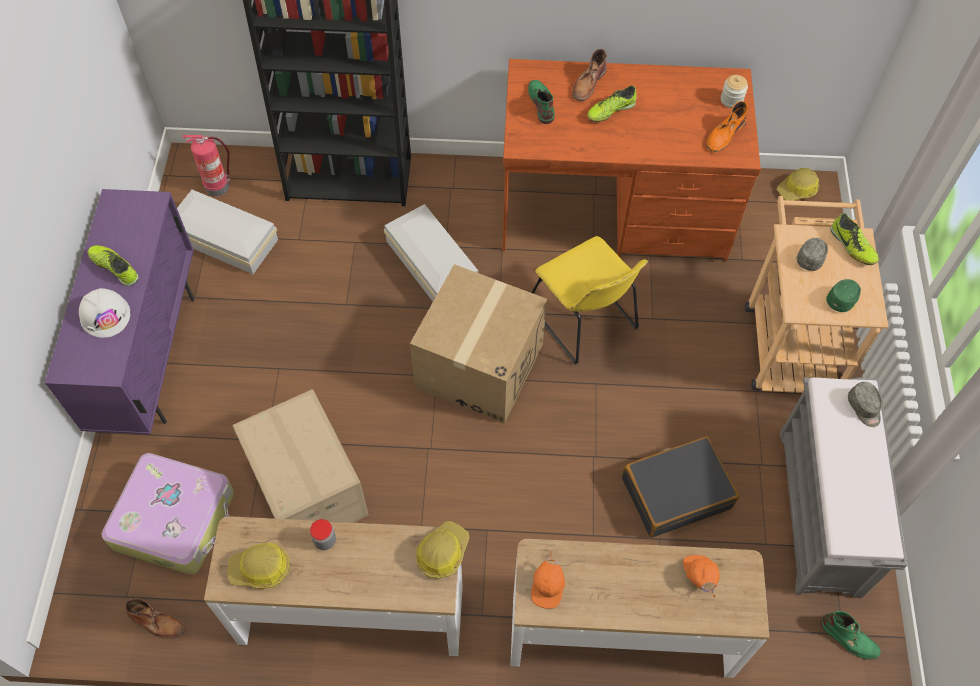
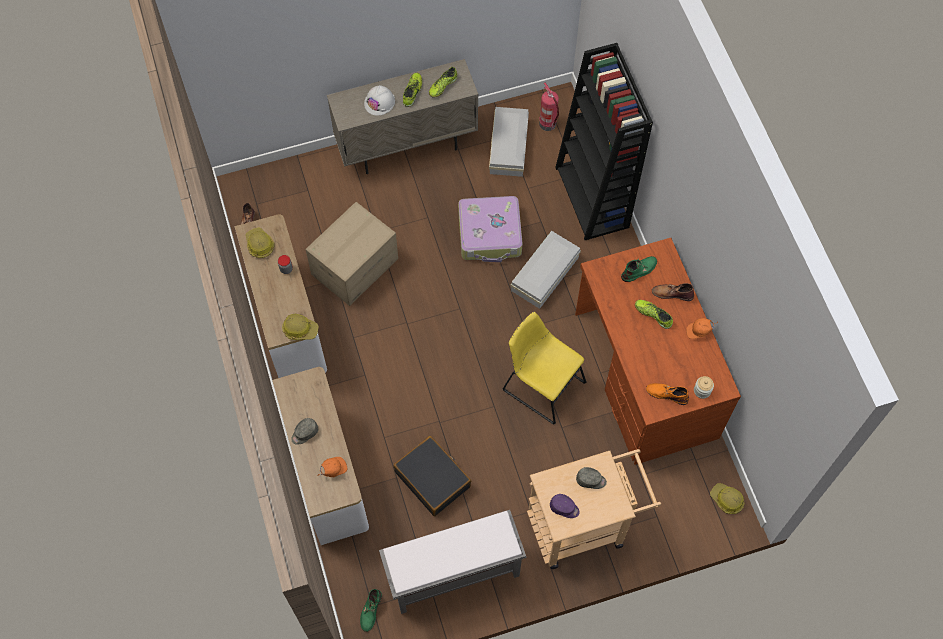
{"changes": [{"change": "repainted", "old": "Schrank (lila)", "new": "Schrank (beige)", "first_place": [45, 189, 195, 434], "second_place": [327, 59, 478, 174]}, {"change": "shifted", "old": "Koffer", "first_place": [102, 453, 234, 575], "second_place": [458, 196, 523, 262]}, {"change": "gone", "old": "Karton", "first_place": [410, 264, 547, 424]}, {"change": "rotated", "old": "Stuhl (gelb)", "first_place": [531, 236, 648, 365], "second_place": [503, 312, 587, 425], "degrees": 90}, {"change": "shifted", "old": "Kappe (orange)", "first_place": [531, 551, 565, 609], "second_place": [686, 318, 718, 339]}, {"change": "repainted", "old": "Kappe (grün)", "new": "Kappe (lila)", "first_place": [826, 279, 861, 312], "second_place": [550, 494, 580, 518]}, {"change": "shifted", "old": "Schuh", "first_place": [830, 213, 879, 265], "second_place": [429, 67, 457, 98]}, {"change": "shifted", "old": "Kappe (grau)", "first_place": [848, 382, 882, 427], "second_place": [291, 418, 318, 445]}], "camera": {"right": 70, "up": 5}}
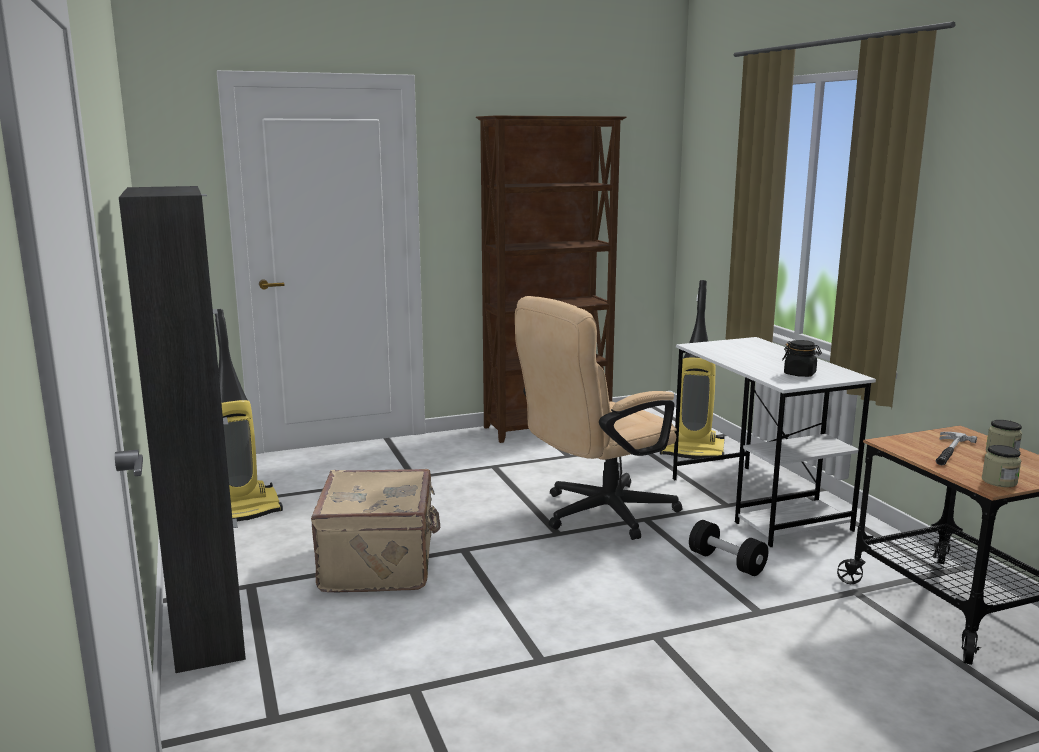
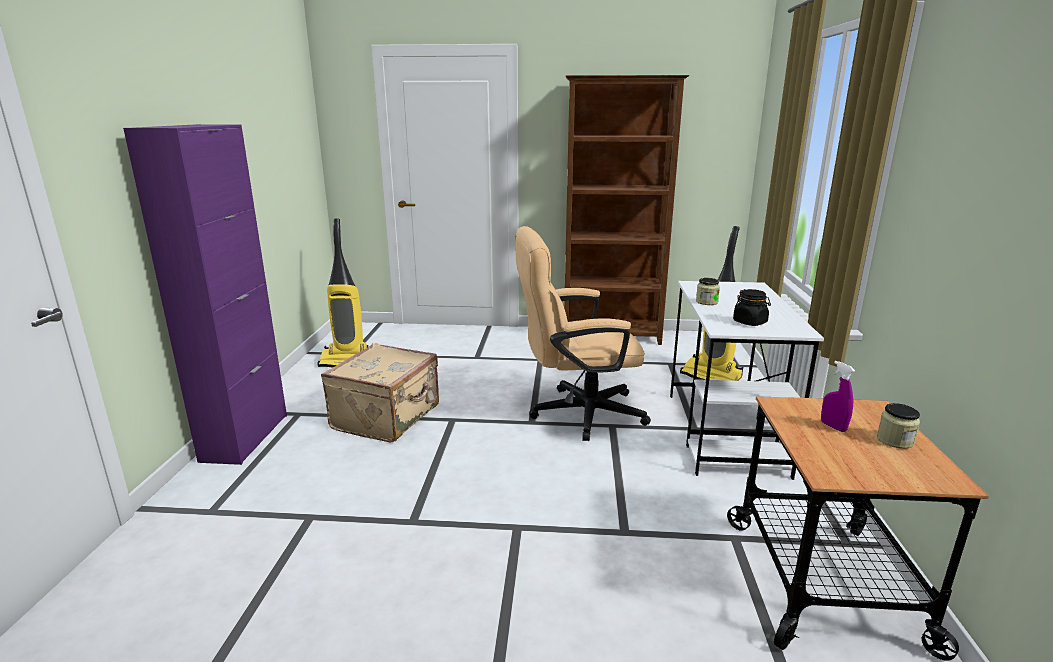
{"changes": [{"change": "repainted", "old": "Schrank (schwarz)", "new": "Schrank (lila)", "first_place": [119, 186, 246, 673], "second_place": [123, 124, 287, 465]}, {"change": "gone", "old": "Hantel (schwarz)", "first_place": [689, 520, 768, 576]}, {"change": "swapped", "old": "Hammer", "new": "Sprühflasche (lila)", "first_place": [936, 432, 977, 465], "second_place": [821, 361, 855, 432]}, {"change": "shifted", "old": "Vorratsglas", "first_place": [982, 445, 1021, 487], "second_place": [696, 278, 720, 305]}], "camera": {"right": 25, "up": 5}}
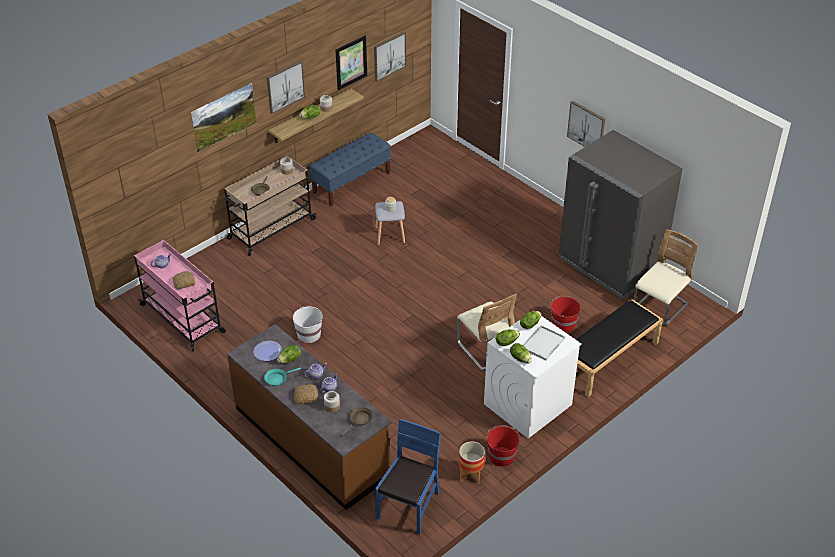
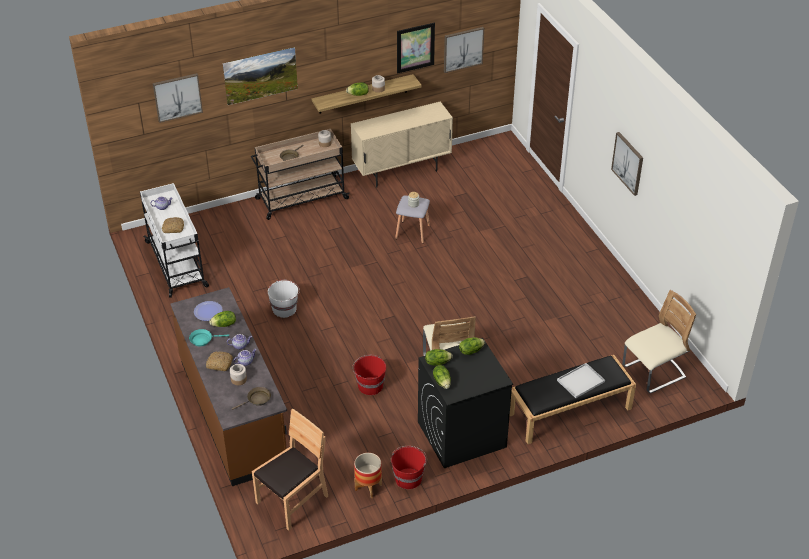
{"changes": [{"change": "repainted", "old": "Rollwagen (rosa)", "new": "Rollwagen (weiß)", "first_place": [134, 240, 226, 352], "second_place": [140, 183, 209, 298]}, {"change": "shifted", "old": "Bild", "first_place": [267, 61, 305, 114], "second_place": [153, 73, 203, 123]}, {"change": "swapped", "old": "Bank (blau)", "new": "Schrank (beige)", "first_place": [309, 132, 391, 207], "second_place": [351, 102, 453, 187]}, {"change": "repainted", "old": "Stuhl (blau)", "new": "Stuhl (braun)", "first_place": [375, 419, 441, 535], "second_place": [252, 409, 328, 531]}, {"change": "repainted", "old": "Waschmaschine (weiß)", "new": "Waschmaschine (schwarz)", "first_place": [484, 310, 582, 439], "second_place": [418, 338, 513, 468]}, {"change": "shifted", "old": "Tablett (weiß)", "first_place": [523, 325, 565, 361], "second_place": [557, 363, 605, 398]}, {"change": "shifted", "old": "Eimer (rot)", "first_place": [549, 296, 581, 333], "second_place": [352, 355, 386, 395]}, {"change": "gone", "old": "Kühlschrank (grau)", "first_place": [559, 130, 682, 299]}], "camera": {"right": 20, "up": 0}}
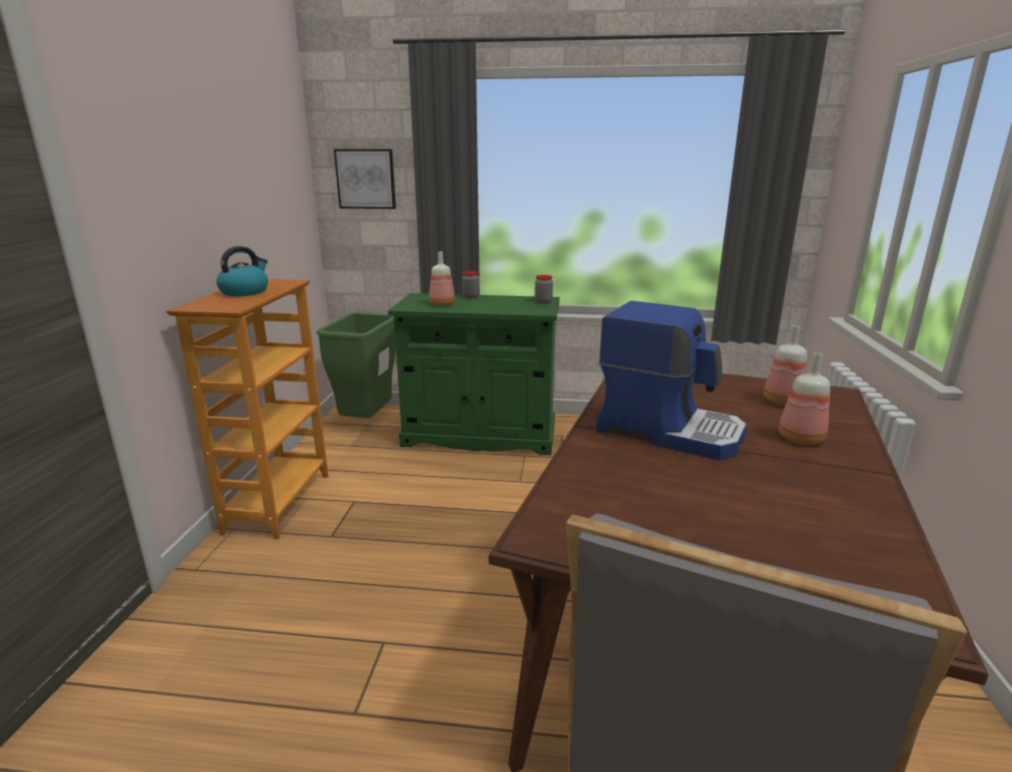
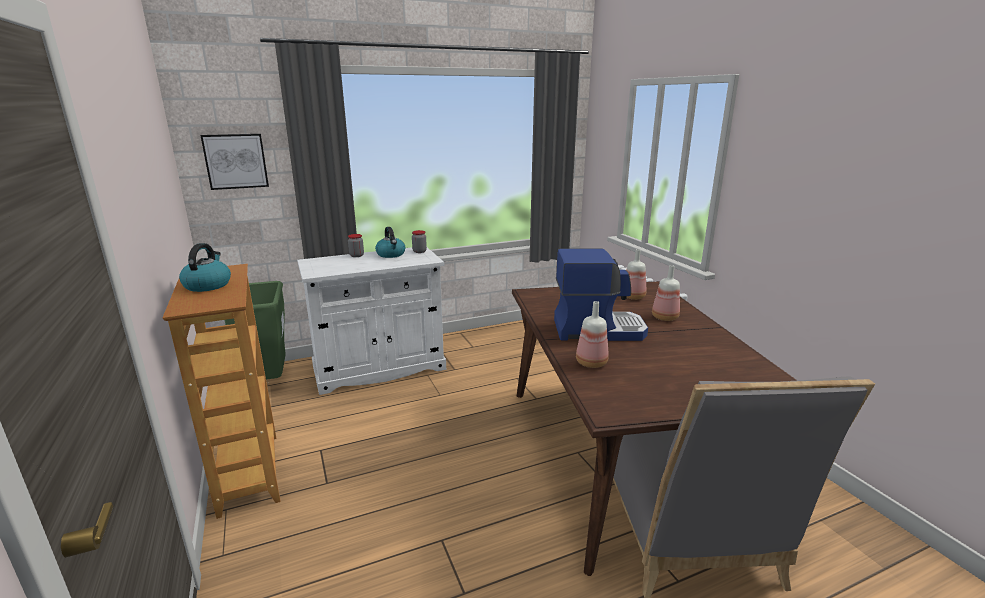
{"changes": [{"change": "repainted", "old": "Schrank (grün)", "new": "Schrank (weiß)", "first_place": [388, 293, 560, 455], "second_place": [297, 247, 446, 395]}, {"change": "shifted", "old": "Flasche", "first_place": [429, 251, 455, 306], "second_place": [576, 301, 609, 368]}, {"change": "new", "new": "Wasserkessel", "second_place": [375, 227, 405, 258]}], "camera": {"right": -30, "up": 0}}
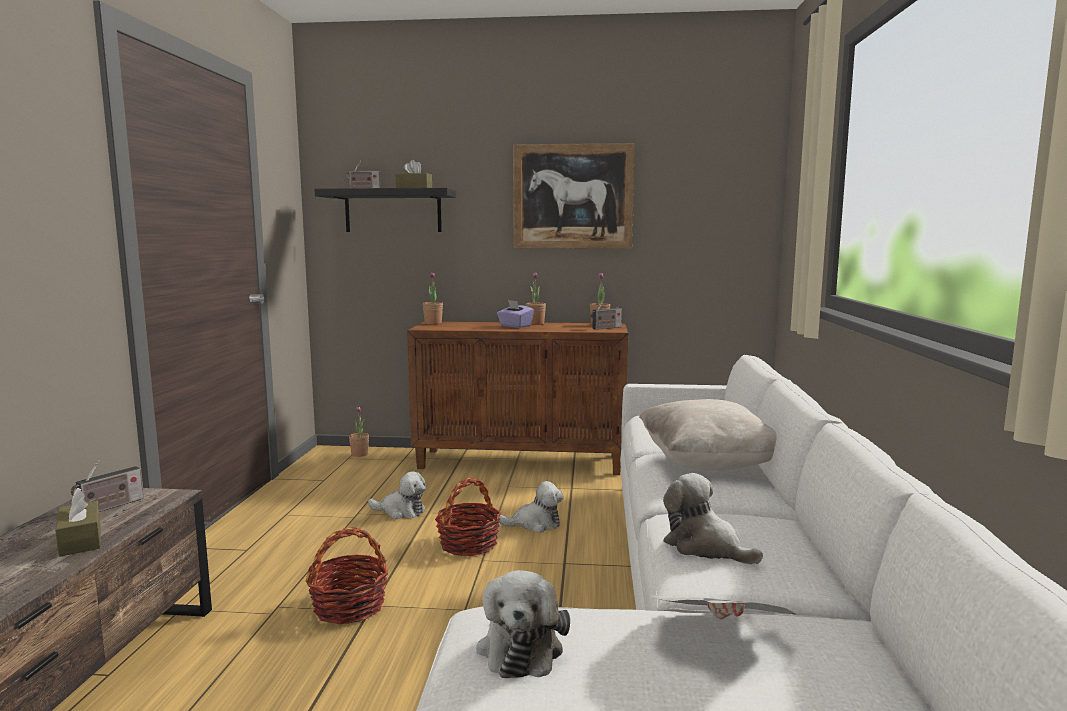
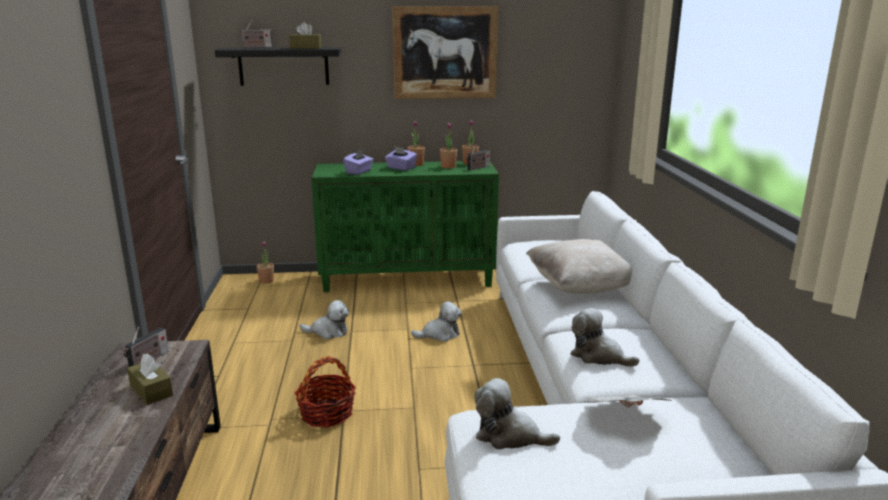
{"changes": [{"change": "repainted", "old": "Schrank (braun)", "new": "Schrank (grün)", "first_place": [407, 321, 628, 475], "second_place": [312, 161, 499, 292]}, {"change": "shifted", "old": "Topfpflanze", "first_place": [423, 272, 443, 324], "second_place": [440, 123, 457, 169]}, {"change": "gone", "old": "Korb", "first_place": [435, 478, 501, 556]}, {"change": "rotated", "old": "Plüschtier", "first_place": [476, 570, 570, 678], "second_place": [474, 378, 560, 449], "degrees": 120}, {"change": "new", "new": "Taschentuchbox (lila)", "second_place": [343, 149, 374, 175]}], "camera": {"right": -10, "up": 10}}
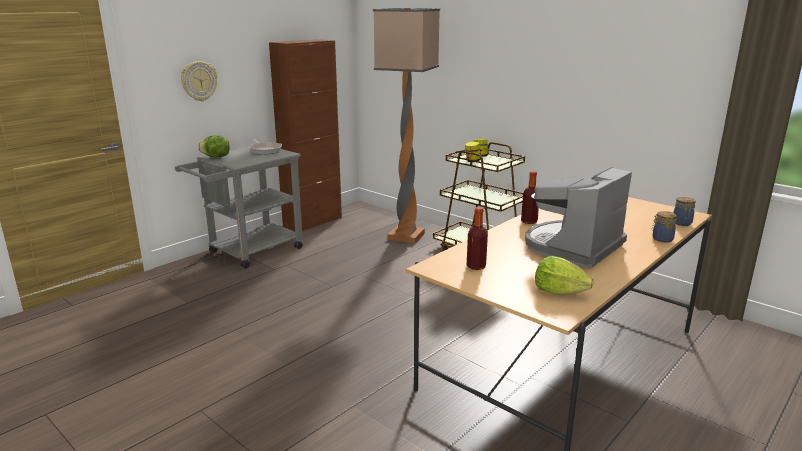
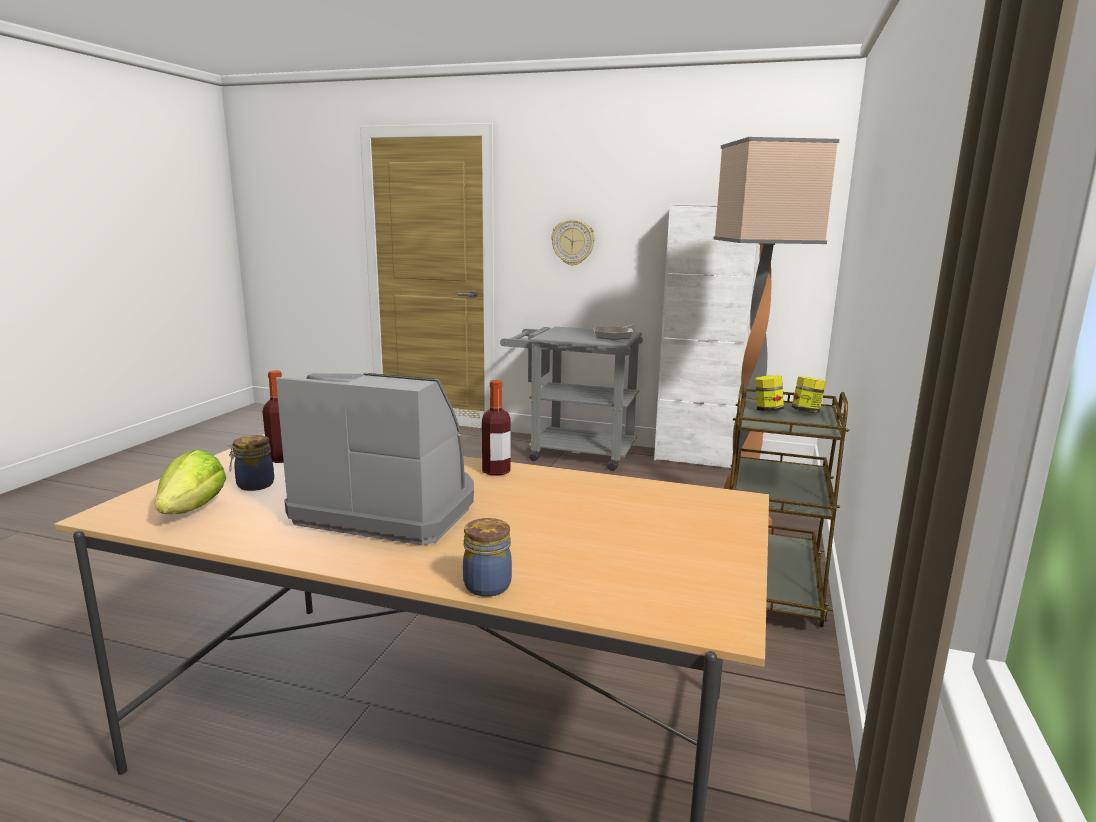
{"changes": [{"change": "gone", "old": "Salatkopf", "first_place": [198, 135, 230, 157]}, {"change": "repainted", "old": "Schrank (braun)", "new": "Schrank (weiß)", "first_place": [269, 39, 342, 231], "second_place": [654, 203, 757, 468]}, {"change": "shifted", "old": "Vorratsglas", "first_place": [673, 197, 696, 226], "second_place": [228, 435, 274, 491]}], "camera": {"right": 65, "up": -5}}
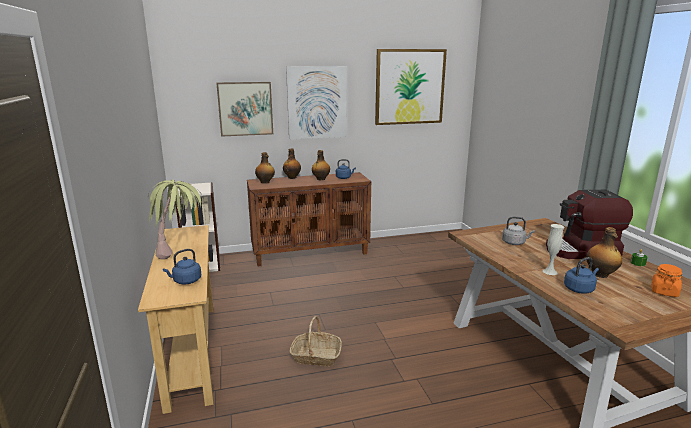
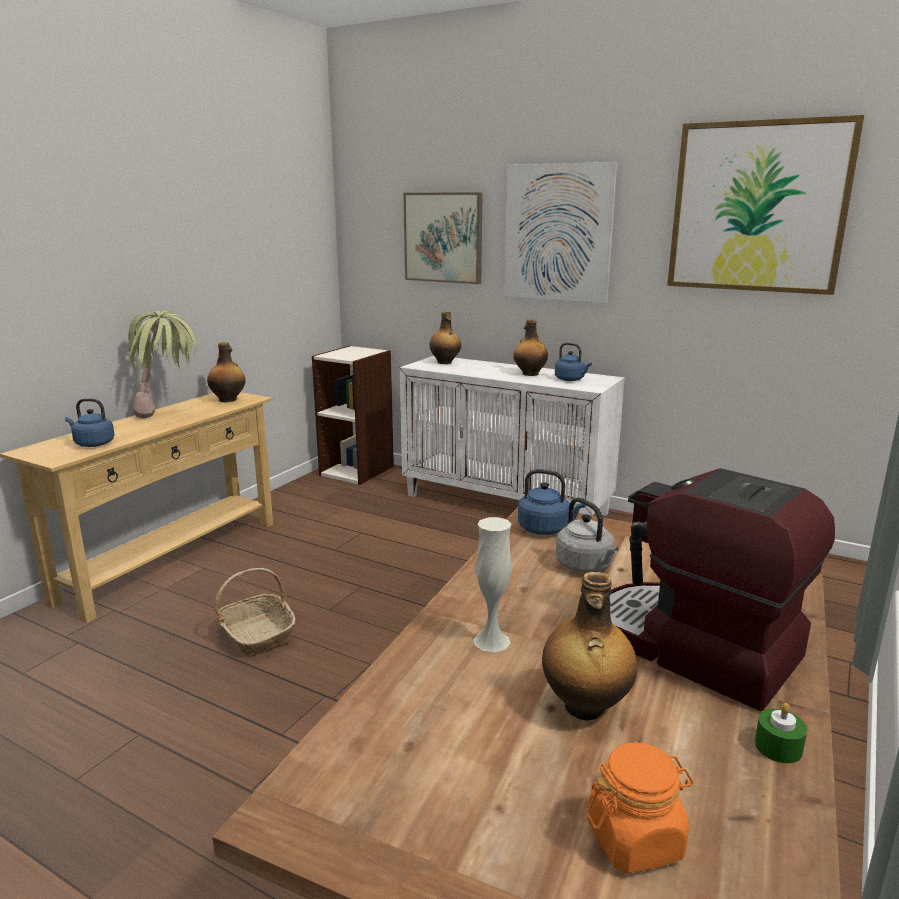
{"changes": [{"change": "repainted", "old": "Schrank (braun)", "new": "Schrank (weiß)", "first_place": [247, 172, 371, 267], "second_place": [400, 356, 625, 516]}, {"change": "shifted", "old": "Flasche", "first_place": [283, 149, 301, 179], "second_place": [207, 342, 246, 402]}, {"change": "shifted", "old": "Wasserkessel (blau)", "first_place": [564, 257, 599, 294], "second_place": [518, 469, 585, 535]}], "camera": {"right": 45, "up": 0}}
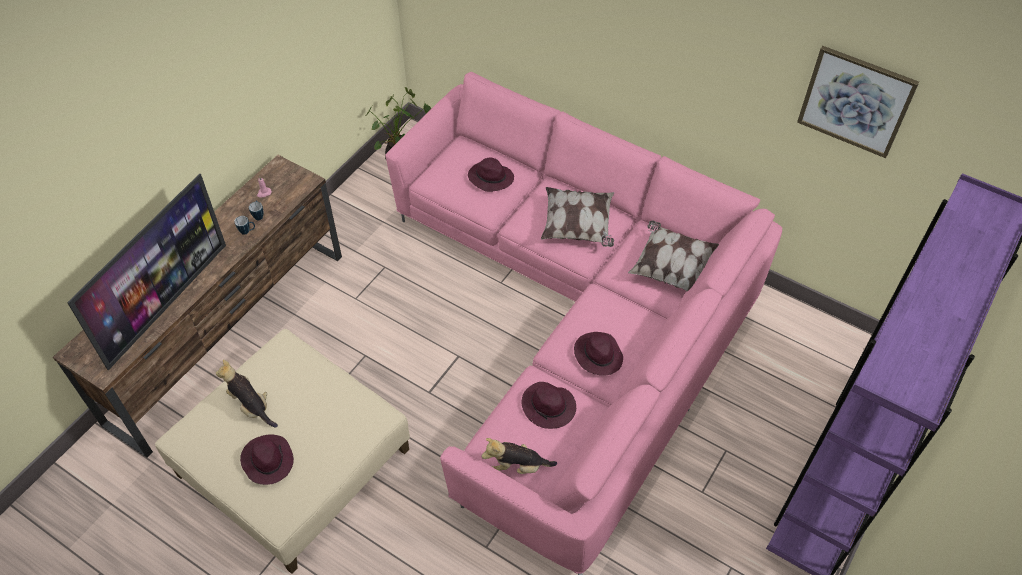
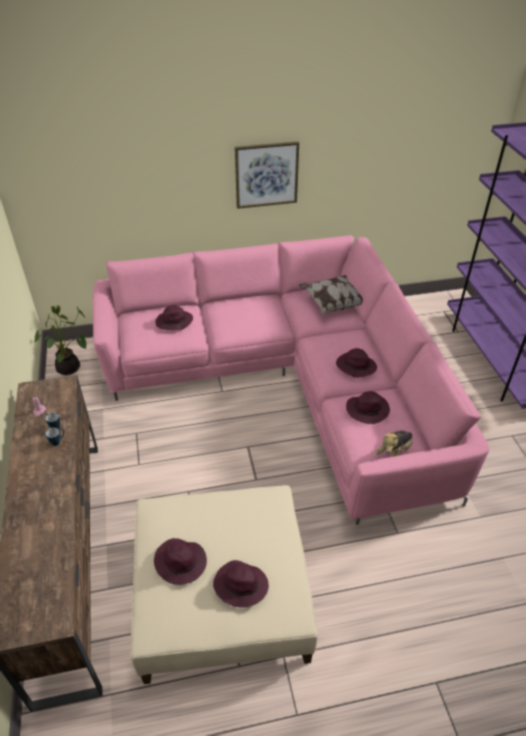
{"changes": [{"change": "gone", "old": "Fernseher", "first_place": [67, 173, 226, 370]}, {"change": "swapped", "old": "Plüschtier", "new": "Hut (lila)", "first_place": [216, 360, 278, 428], "second_place": [154, 538, 207, 585]}, {"change": "gone", "old": "Kissen", "first_place": [541, 187, 614, 247]}, {"change": "shifted", "old": "Bild", "first_place": [797, 46, 919, 158], "second_place": [235, 141, 299, 209]}], "camera": {"right": -45, "up": -10}}
